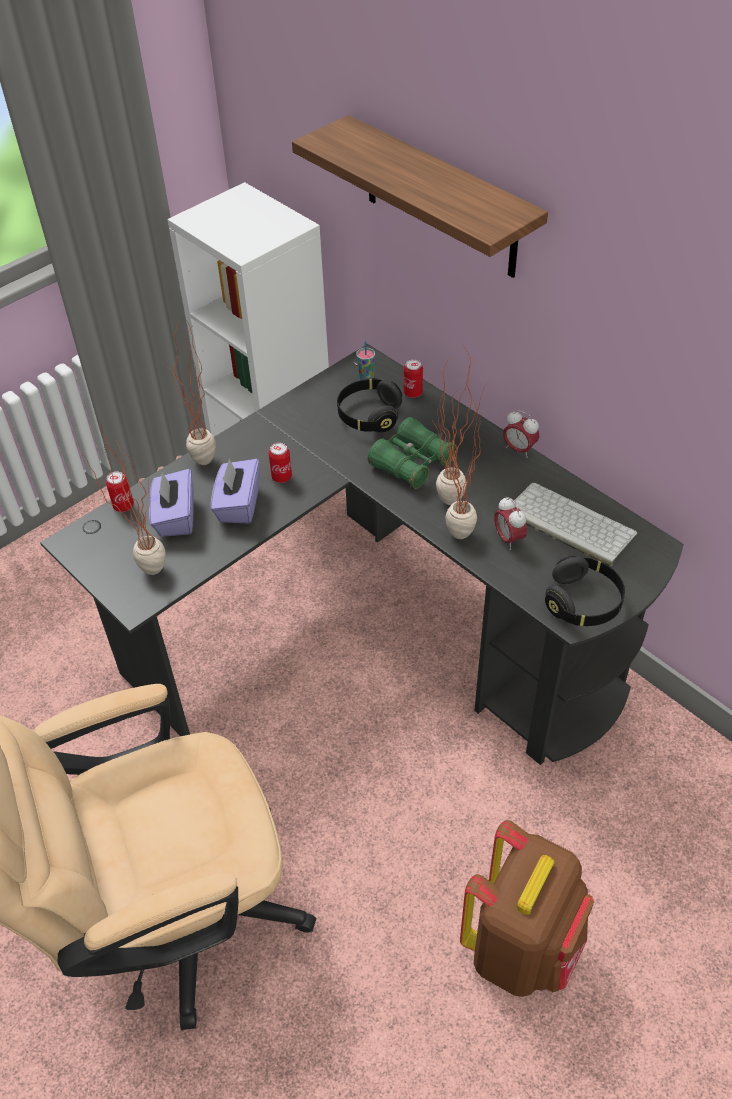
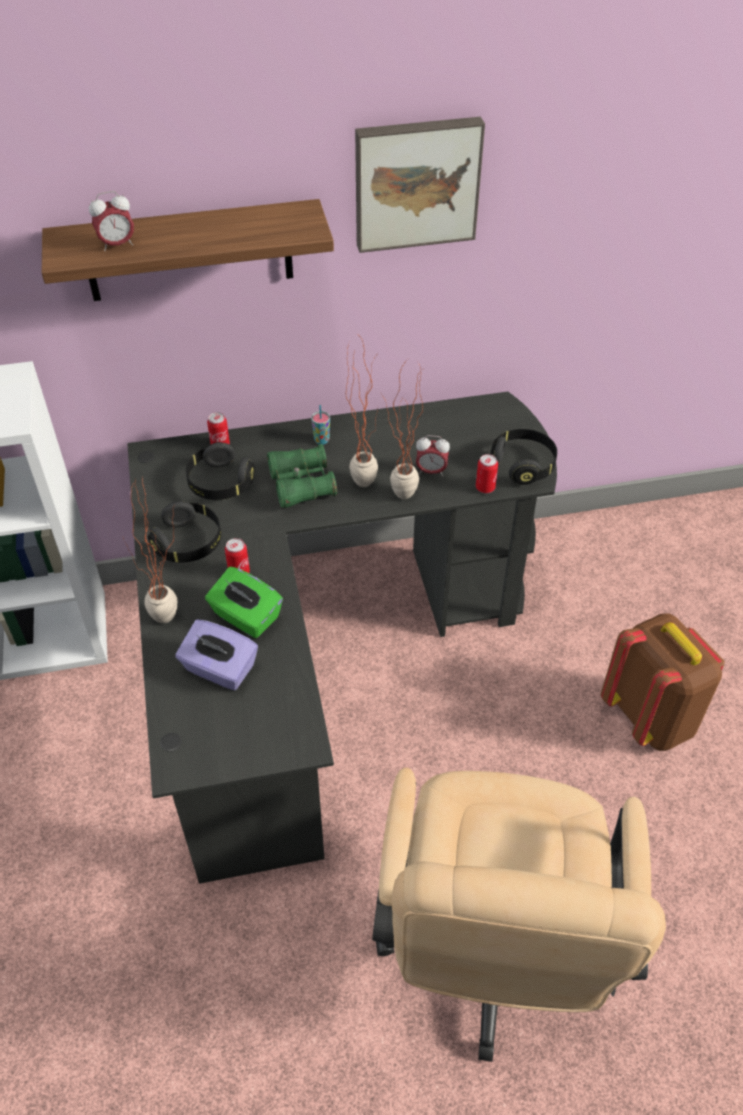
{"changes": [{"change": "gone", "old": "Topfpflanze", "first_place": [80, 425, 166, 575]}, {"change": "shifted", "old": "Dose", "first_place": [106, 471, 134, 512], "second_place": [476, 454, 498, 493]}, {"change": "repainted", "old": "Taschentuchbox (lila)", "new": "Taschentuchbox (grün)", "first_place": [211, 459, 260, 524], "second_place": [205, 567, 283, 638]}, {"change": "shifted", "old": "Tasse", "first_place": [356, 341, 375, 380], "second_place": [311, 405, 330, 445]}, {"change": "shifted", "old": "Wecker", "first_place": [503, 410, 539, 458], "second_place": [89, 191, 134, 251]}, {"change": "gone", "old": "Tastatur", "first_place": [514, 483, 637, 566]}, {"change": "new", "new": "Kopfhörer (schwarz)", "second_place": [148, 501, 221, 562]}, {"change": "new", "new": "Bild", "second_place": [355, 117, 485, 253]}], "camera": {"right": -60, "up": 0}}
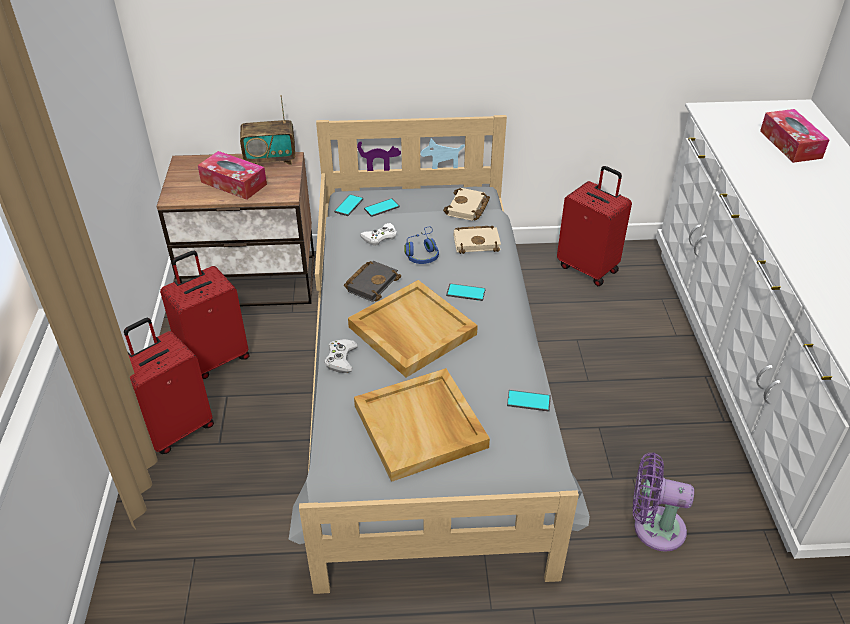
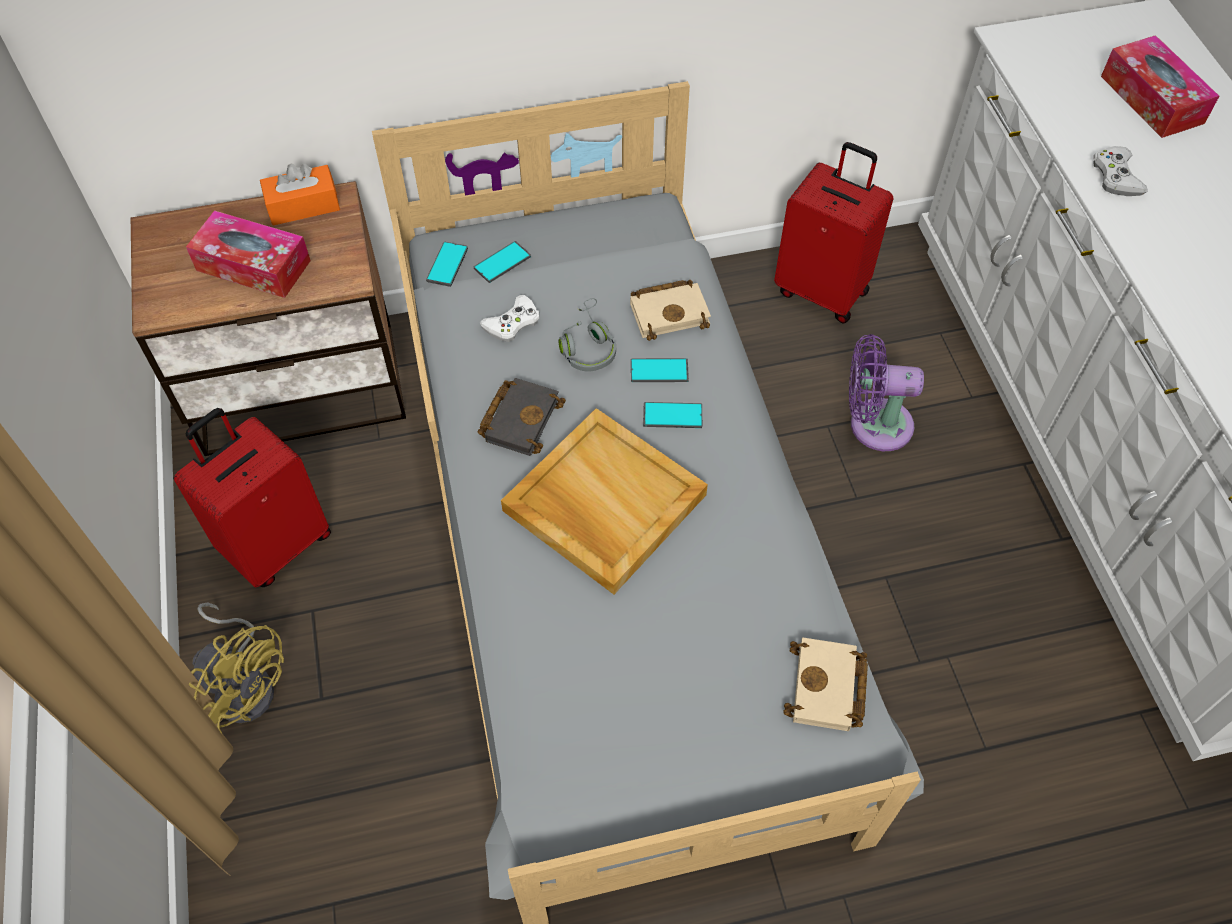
{"changes": [{"change": "swapped", "old": "Koffer (rot)", "new": "Ventilator (gelb)", "first_place": [124, 318, 214, 454], "second_place": [189, 602, 284, 734]}, {"change": "swapped", "old": "Radio", "new": "Taschentuchbox (orange)", "first_place": [240, 95, 295, 165], "second_place": [260, 163, 340, 226]}, {"change": "shifted", "old": "Gamepad (weiß)", "first_place": [324, 339, 358, 373], "second_place": [1093, 146, 1148, 196]}, {"change": "gone", "old": "Tablett (beige)", "first_place": [354, 368, 490, 482]}, {"change": "repainted", "old": "Kopfhörer (blau)", "new": "Kopfhörer (grau)", "first_place": [404, 226, 439, 264], "second_place": [559, 298, 616, 372]}, {"change": "shifted", "old": "Buch (beige)", "first_place": [443, 188, 490, 221], "second_place": [783, 637, 868, 731]}, {"change": "shifted", "old": "Handy", "first_place": [507, 390, 551, 412], "second_place": [631, 358, 689, 382]}, {"change": "shifted", "old": "Ventilator (lila)", "first_place": [633, 453, 694, 552], "second_place": [849, 334, 924, 451]}], "camera": {"right": -10, "up": 15}}
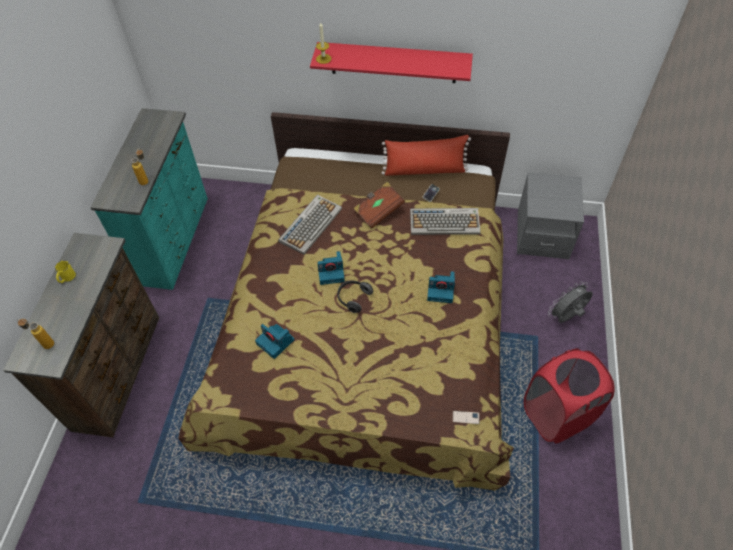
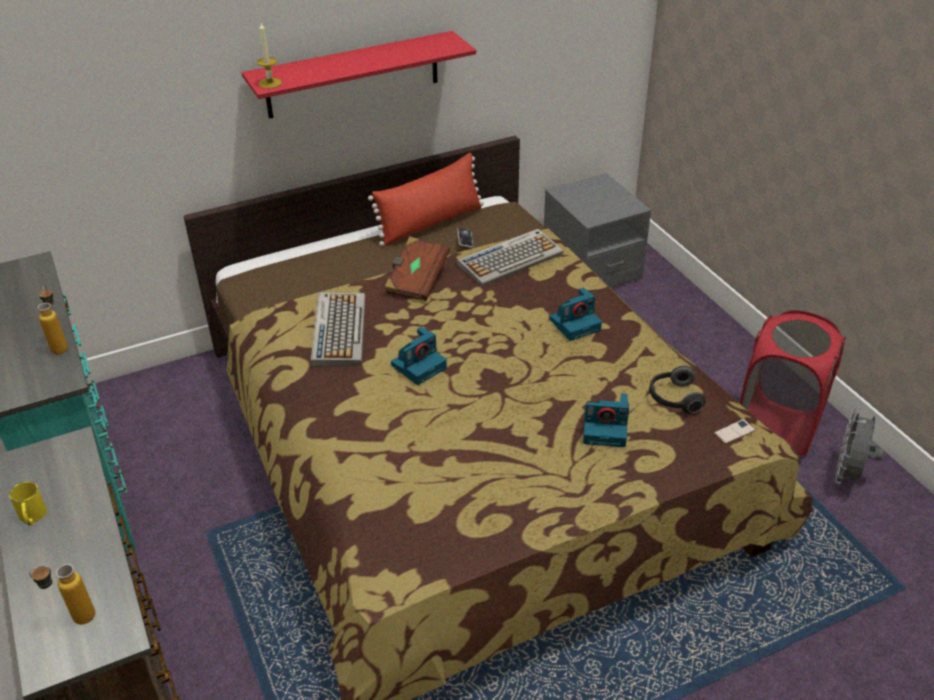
{"changes": [{"change": "shifted", "old": "Kamera", "first_place": [255, 324, 294, 359], "second_place": [583, 393, 629, 447]}, {"change": "shifted", "old": "Kopfhörer", "first_place": [337, 280, 373, 313], "second_place": [650, 366, 706, 413]}, {"change": "shifted", "old": "Ventilator (grau)", "first_place": [548, 281, 593, 323], "second_place": [834, 407, 884, 485]}], "camera": {"right": -35, "up": -15}}
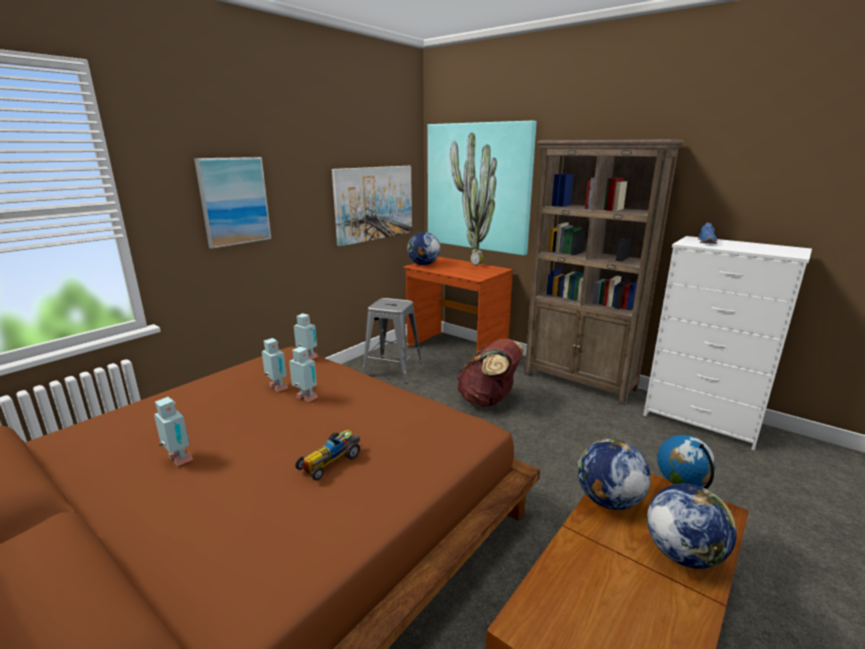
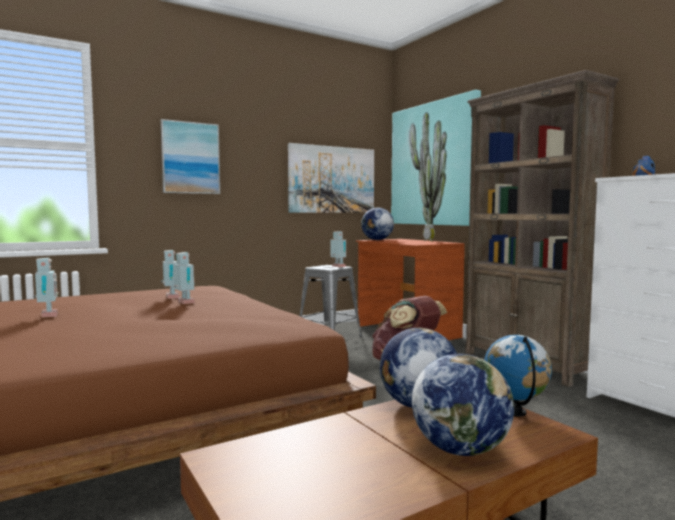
{"changes": [{"change": "shifted", "old": "Spielzeugroboter", "first_place": [294, 313, 318, 360], "second_place": [330, 231, 346, 267]}, {"change": "gone", "old": "Spielzeugauto", "first_place": [295, 430, 360, 480]}], "camera": {"right": 20, "up": -15}}
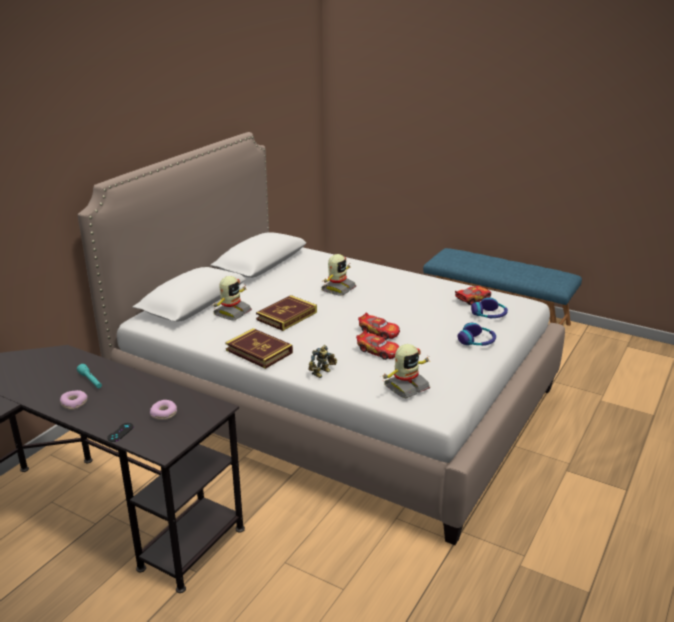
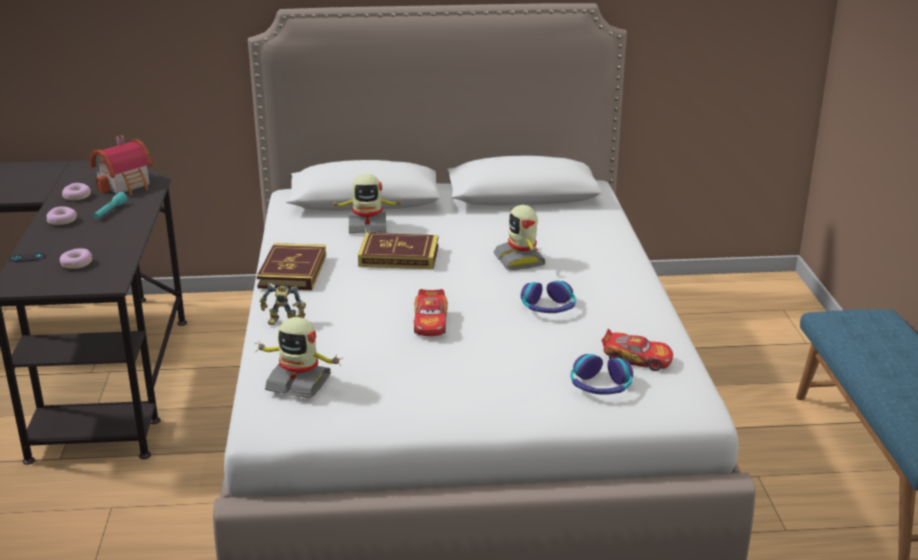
{"changes": [{"change": "rotated", "old": "Spielzeugroboter", "first_place": [322, 254, 356, 296], "second_place": [494, 205, 546, 270], "degrees": 75}, {"change": "gone", "old": "Spielzeugauto", "first_place": [356, 330, 399, 360]}, {"change": "shifted", "old": "Kopfhörer", "first_place": [458, 323, 496, 346], "second_place": [521, 281, 576, 313]}, {"change": "new", "new": "Donut", "second_place": [62, 183, 91, 200]}, {"change": "new", "new": "Spielzeughaus", "second_place": [90, 136, 153, 195]}], "camera": {"right": 55, "up": 0}}
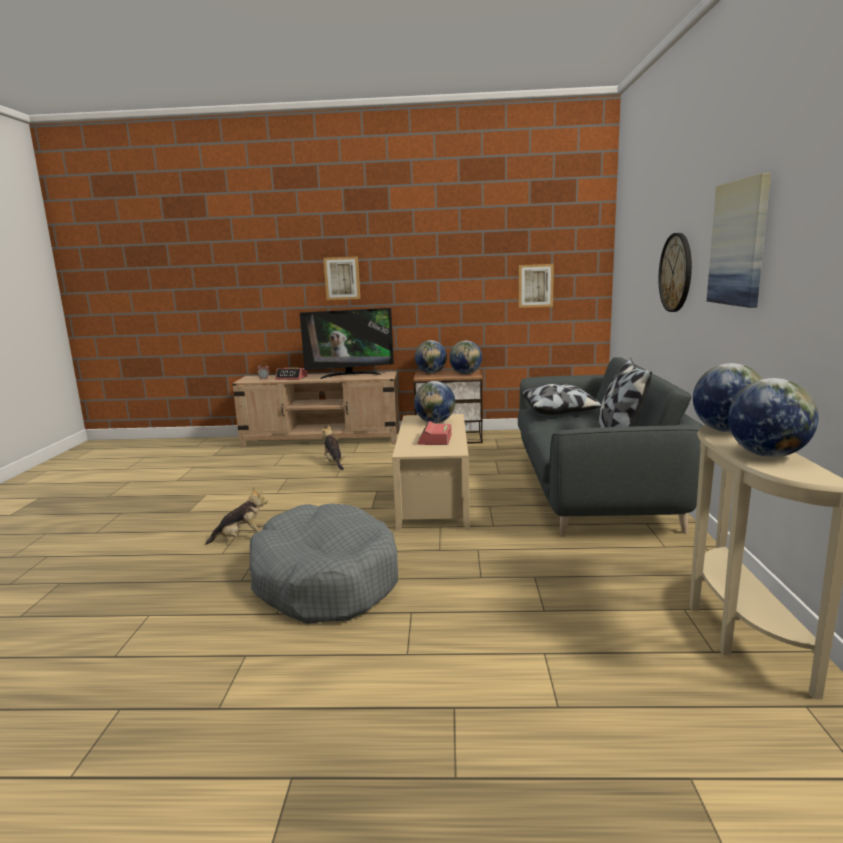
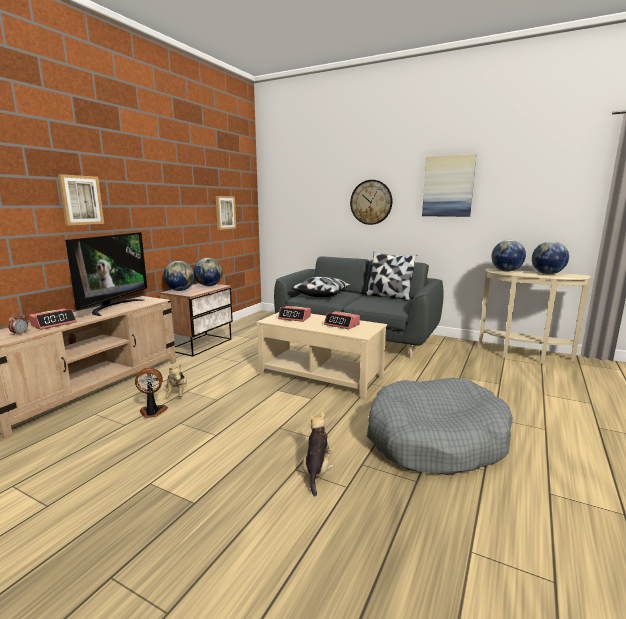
{"changes": [{"change": "rotated", "old": "Plüschtier", "first_place": [322, 425, 346, 470], "second_place": [165, 364, 187, 397], "degrees": -105}, {"change": "swapped", "old": "Globus", "new": "Wecker", "first_place": [414, 381, 455, 423], "second_place": [278, 306, 311, 322]}, {"change": "new", "new": "Ventilator", "second_place": [135, 367, 168, 418]}], "camera": {"right": -65, "up": 0}}
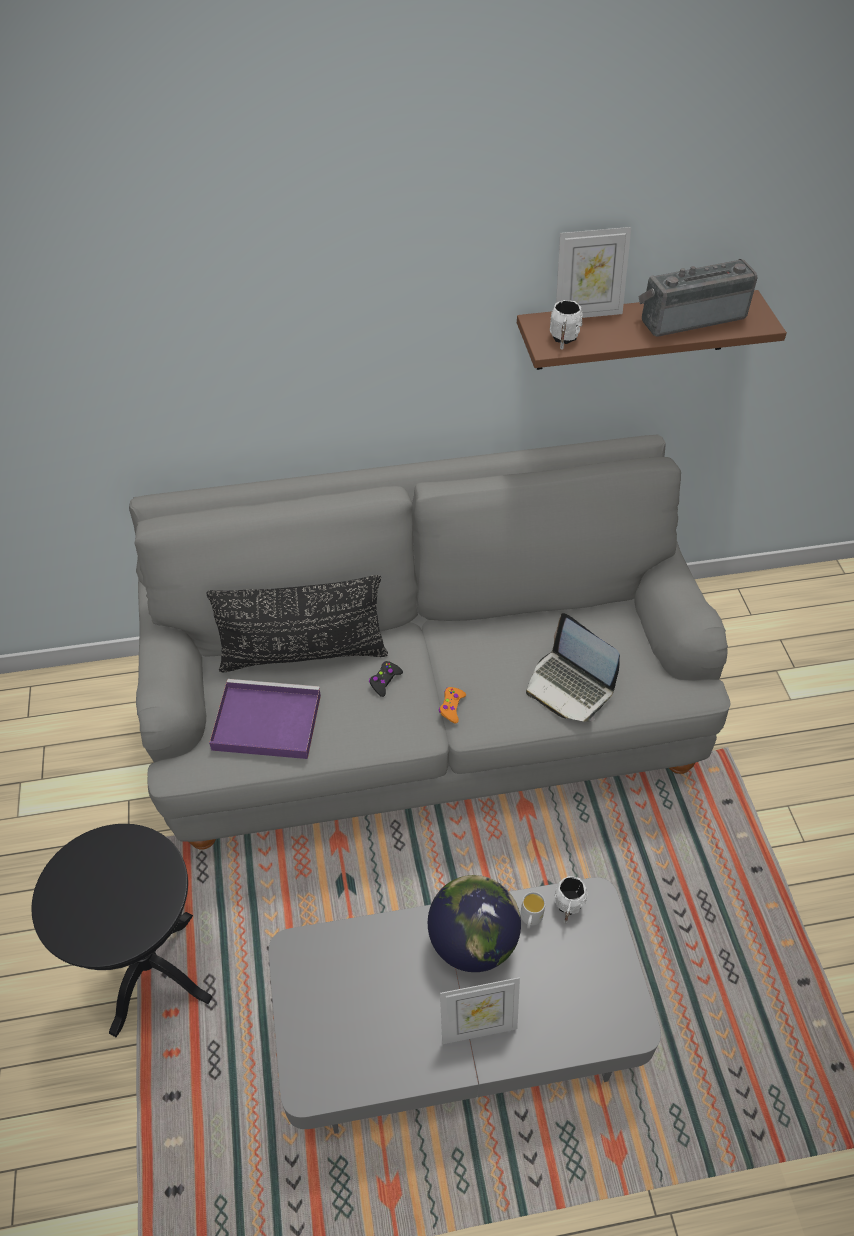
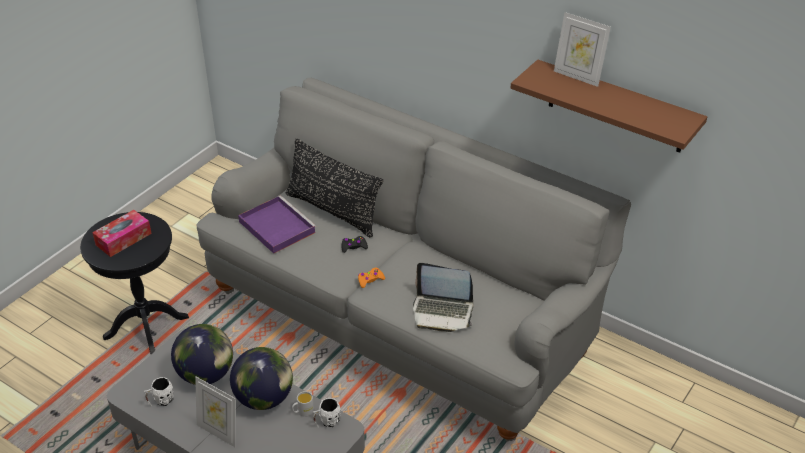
{"changes": [{"change": "rotated", "old": "Laptop", "first_place": [526, 613, 620, 722], "second_place": [413, 263, 474, 332], "degrees": -75}, {"change": "shifted", "old": "Henkelbecher (weiß)", "first_place": [550, 300, 583, 350], "second_place": [145, 377, 173, 406]}, {"change": "gone", "old": "Radio", "first_place": [638, 259, 757, 337]}, {"change": "new", "new": "Taschentuchbox", "second_place": [92, 210, 152, 257]}, {"change": "new", "new": "Globus", "second_place": [171, 324, 233, 385]}], "camera": {"right": 45, "up": -10}}
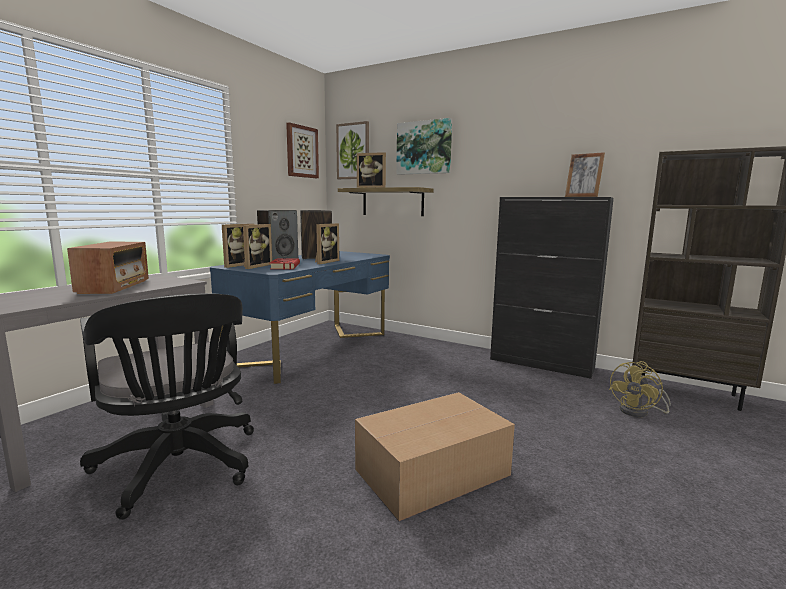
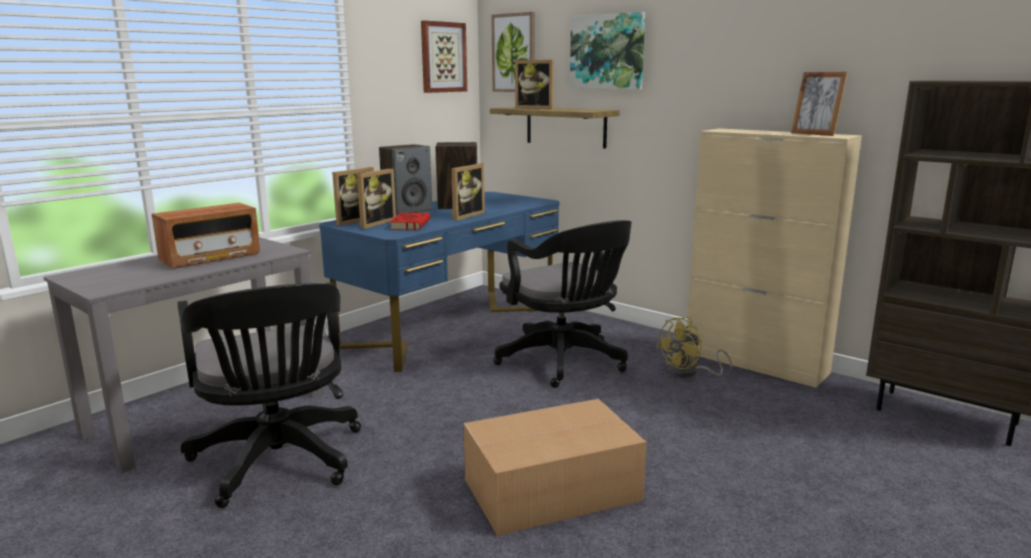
{"changes": [{"change": "rotated", "old": "Radio", "first_place": [67, 242, 149, 294], "second_place": [152, 203, 260, 269], "degrees": 45}, {"change": "repainted", "old": "Schrank (schwarz)", "new": "Schrank (beige)", "first_place": [490, 197, 614, 379], "second_place": [687, 128, 862, 388]}, {"change": "shifted", "old": "Ventilator (gelb)", "first_place": [609, 361, 671, 417], "second_place": [656, 317, 732, 378]}, {"change": "new", "new": "Bürostuhl (schwarz)", "second_place": [493, 220, 632, 388]}], "camera": {"right": 10, "up": 5}}
